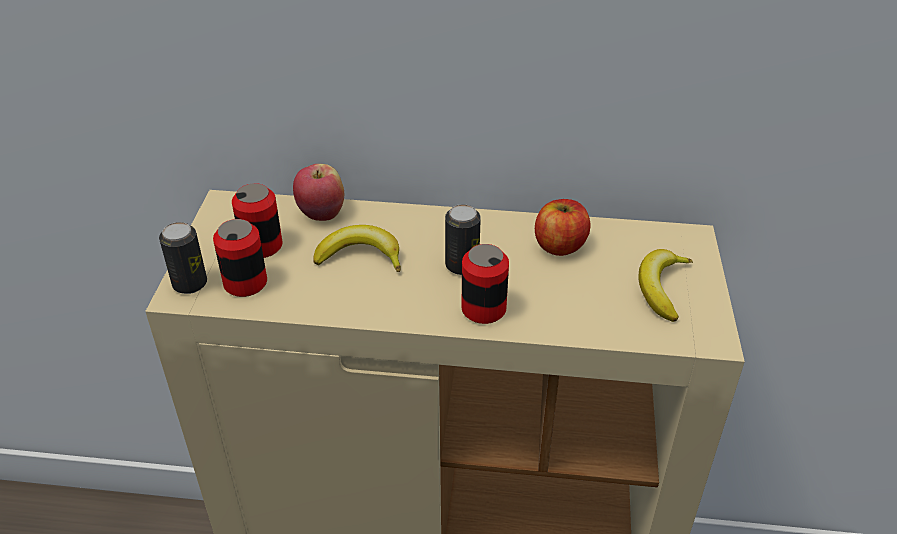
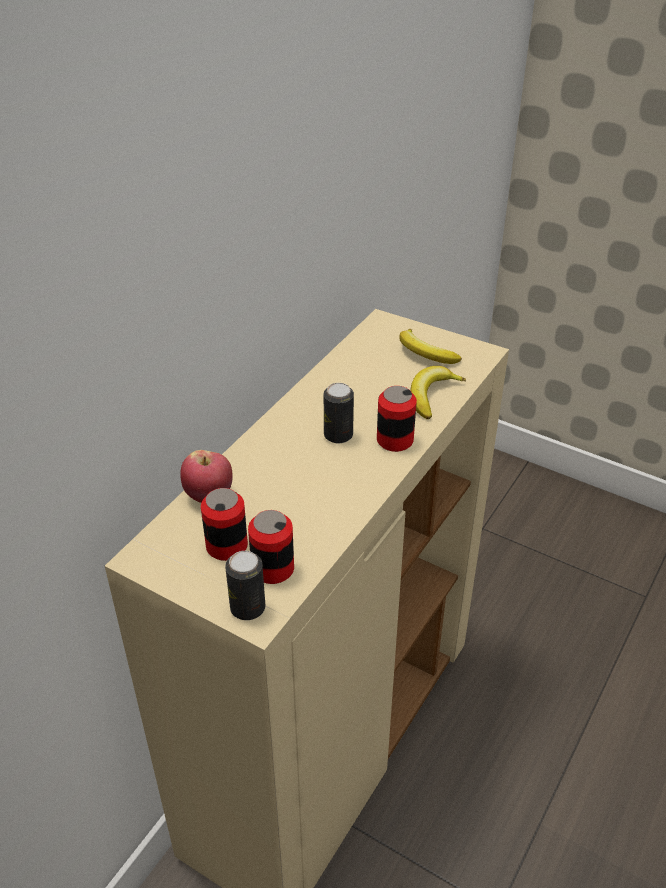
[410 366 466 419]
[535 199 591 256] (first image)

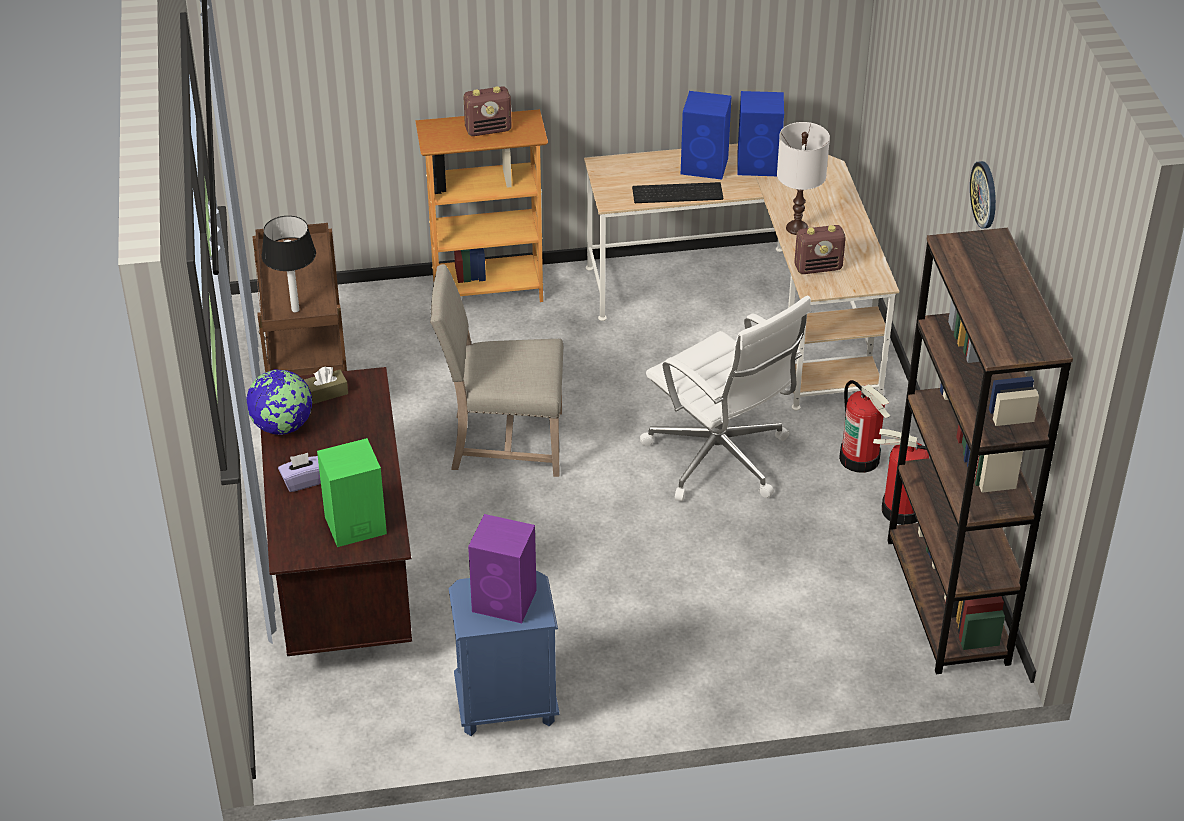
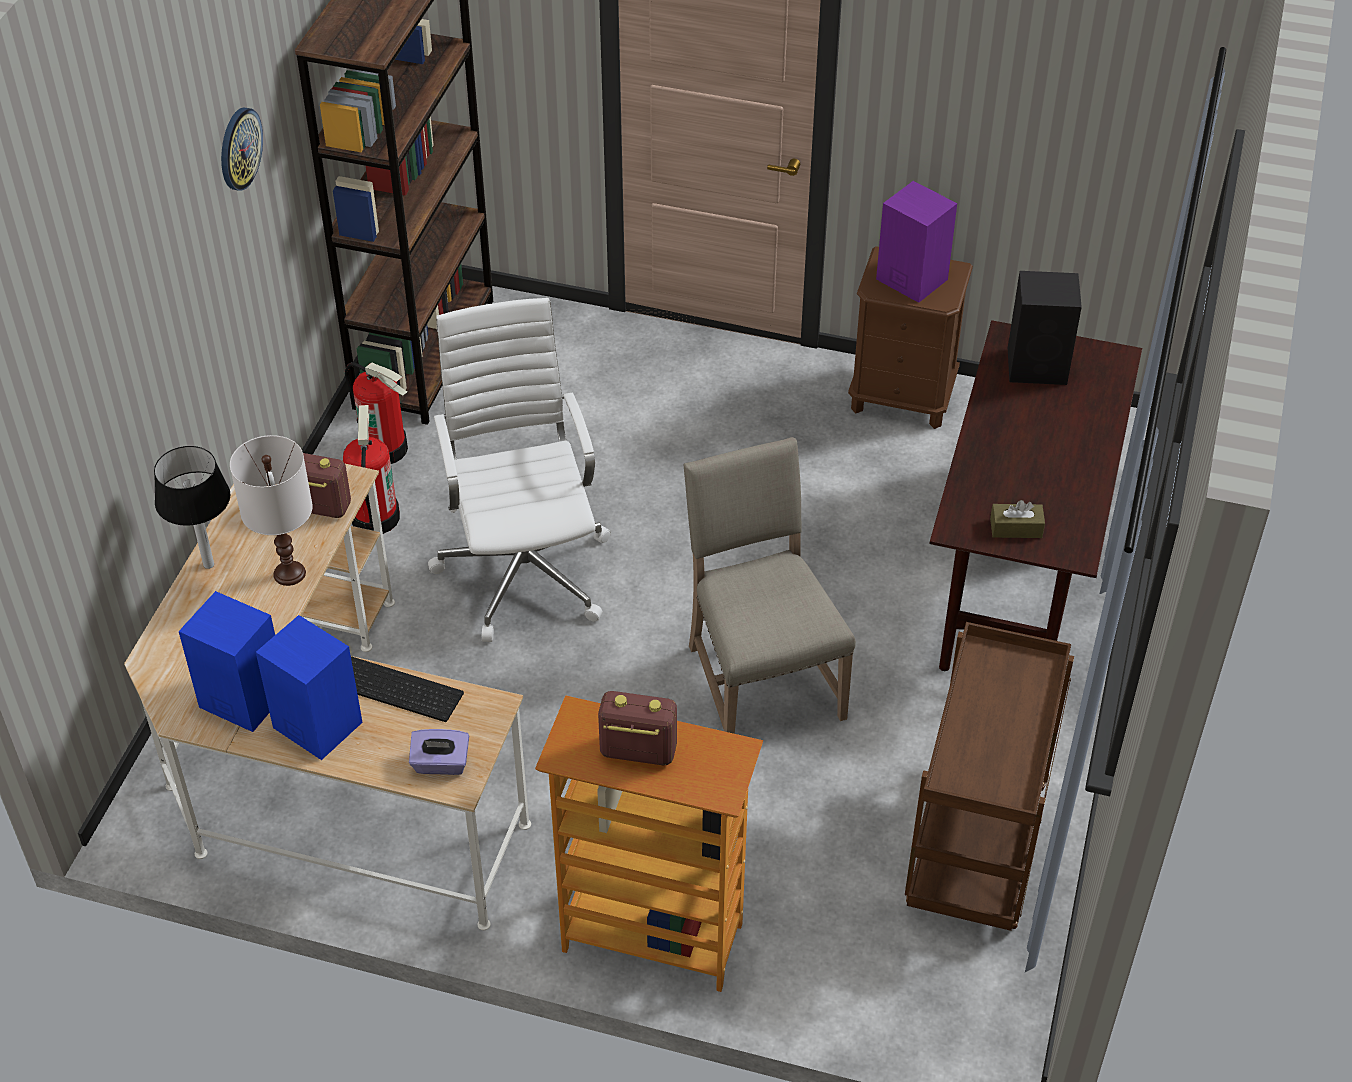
[154 446 230 569]
[409 729 469 775]
[683 437 856 734]
[848 246 973 429]
[1008 271 1082 385]
[246 369 313 435] (first image)

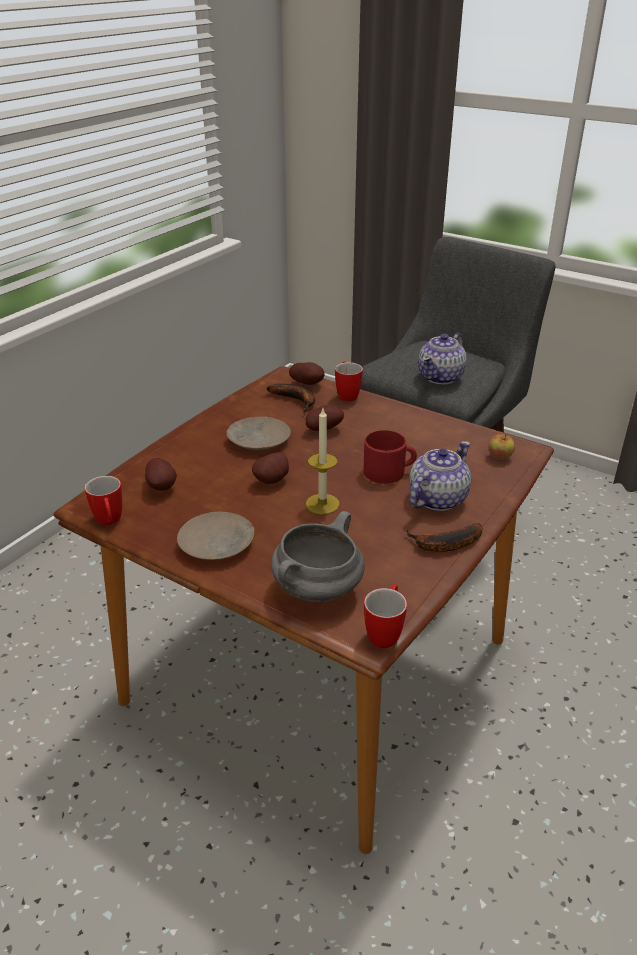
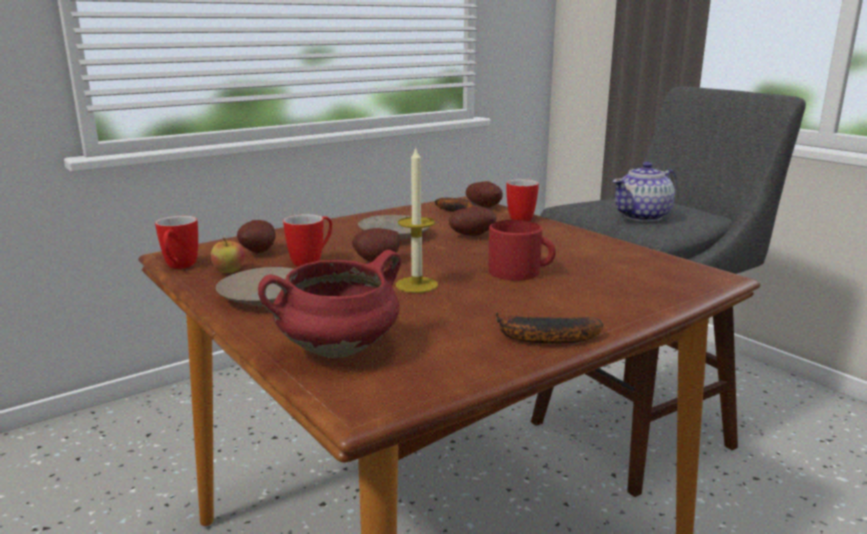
[211 237 245 273]
[258 250 401 358]
[283 214 332 267]
[409 441 471 511] (first image)

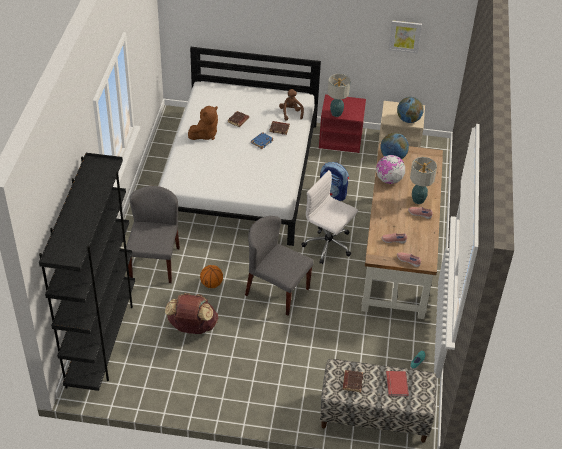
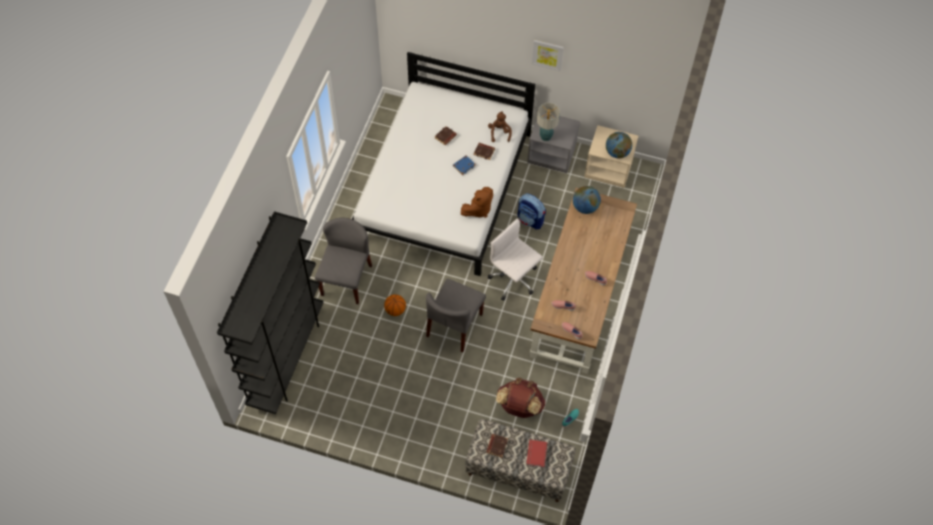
[426 279 486 352]
[461 187 493 218]
[496 378 545 418]
[527 113 580 173]
[532 40 564 71]
[376 155 405 184] (first image)
[410 157 437 204] (first image)

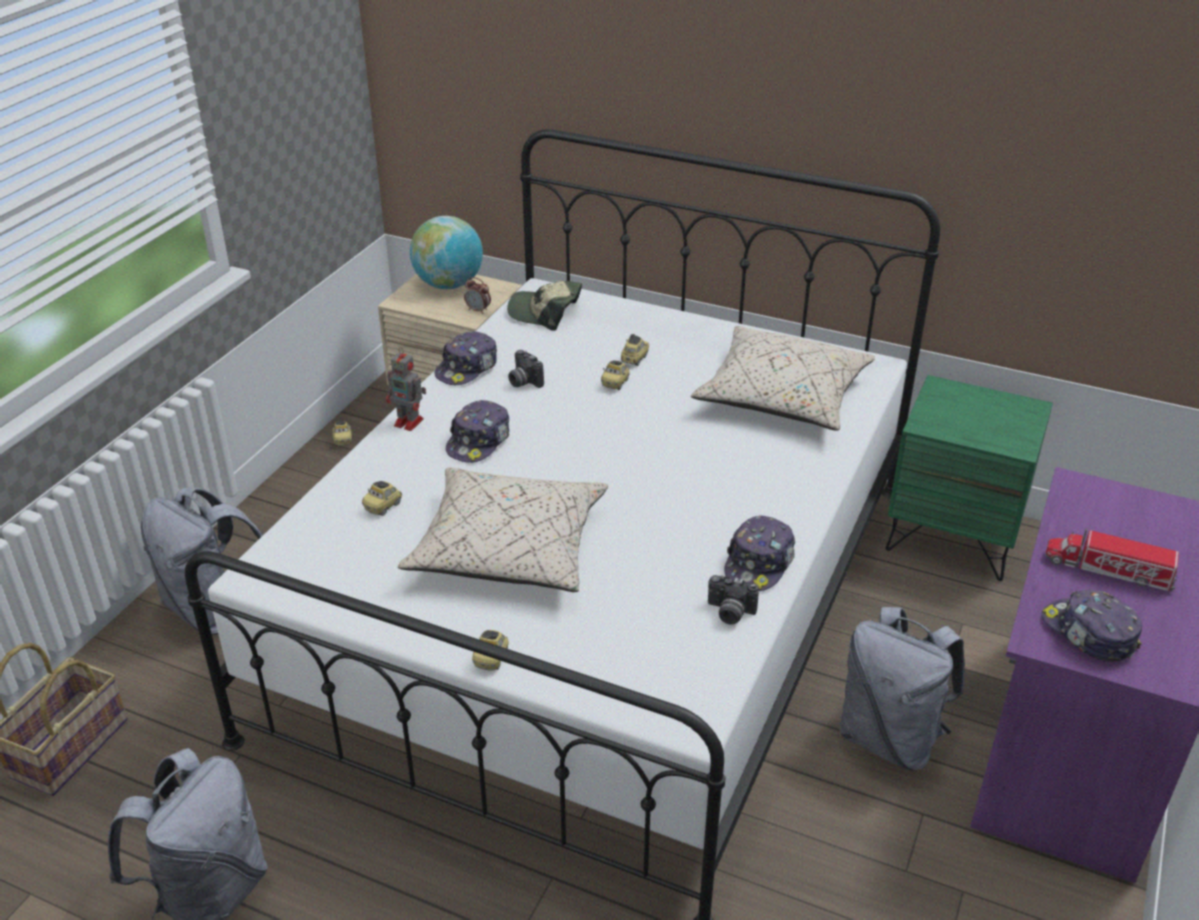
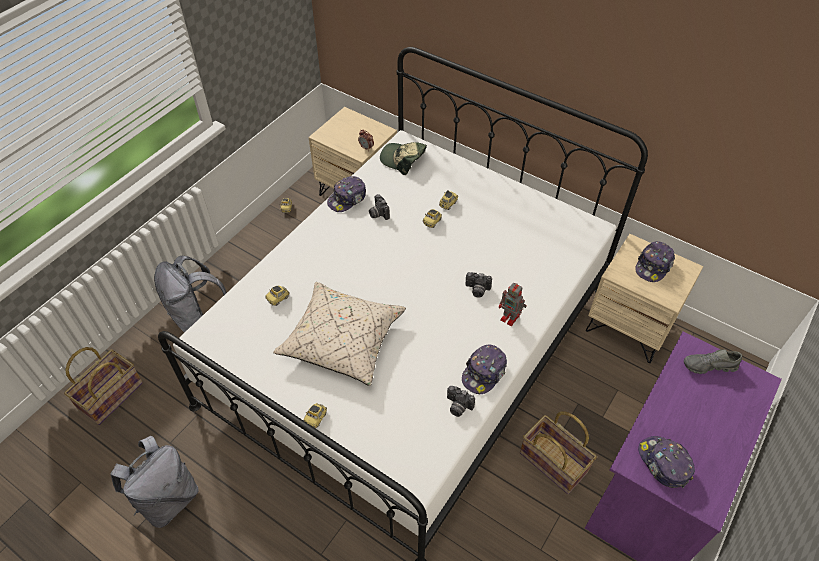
[465 272 492 298]
[499 283 527 326]
[520 411 597 494]
[586 234 703 363]
[635 241 675 282]
[684 349 742 374]
[410 216 483 289] (first image)
[691 326 875 431] (first image)
[1045 528 1179 591] (first image)

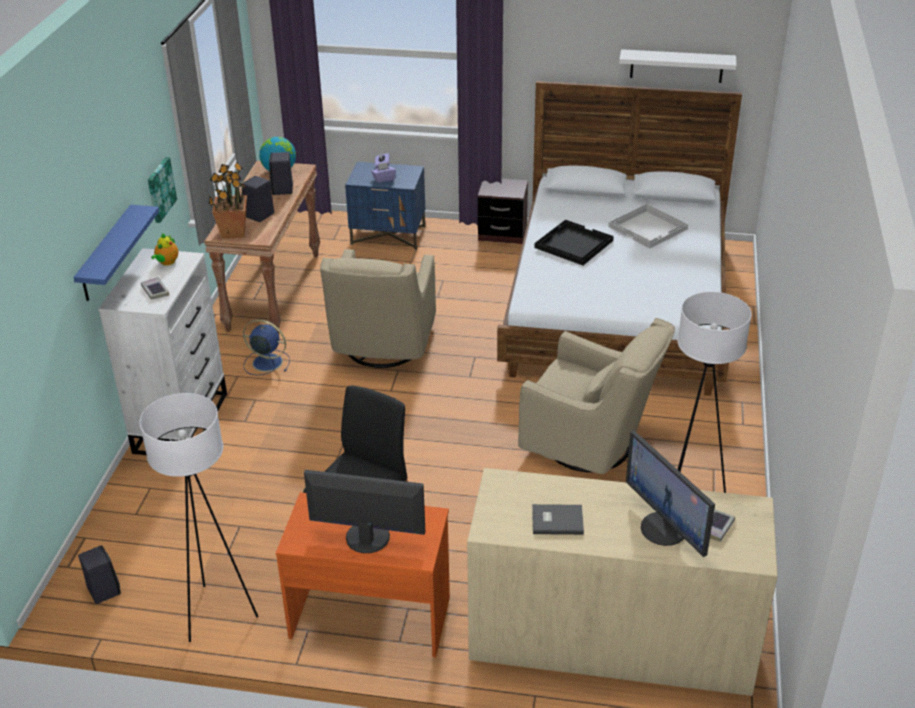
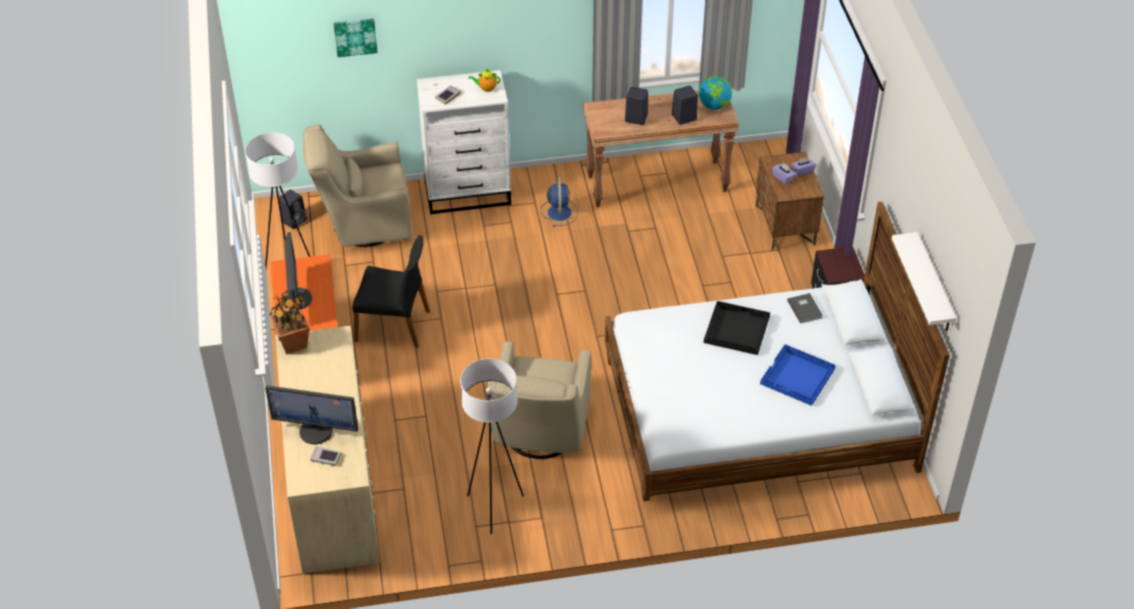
[265 385 358 444]
[270 291 309 354]
[303 124 412 247]
[333 19 378 57]
[756 152 824 251]
[760 344 836 406]
[787 293 823 323]
[73 205 159 301] (first image)

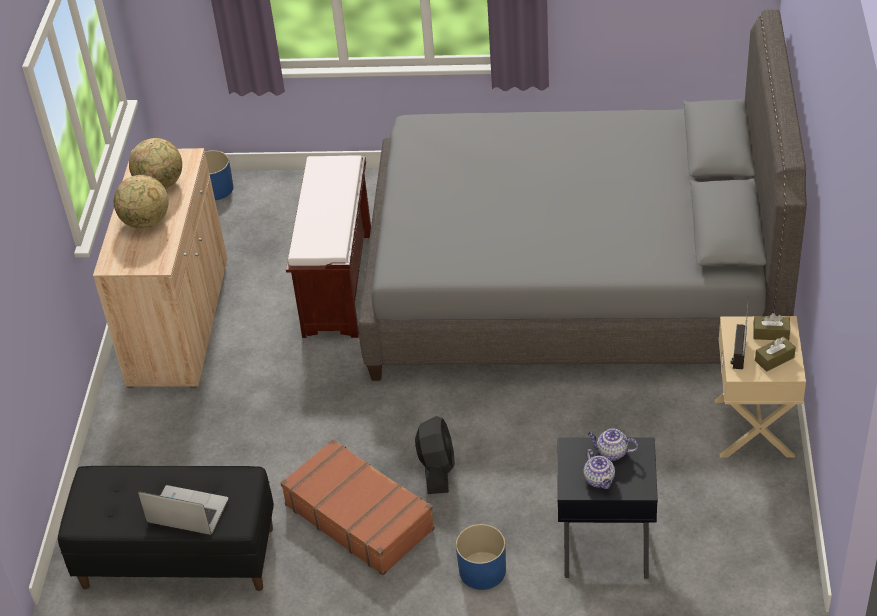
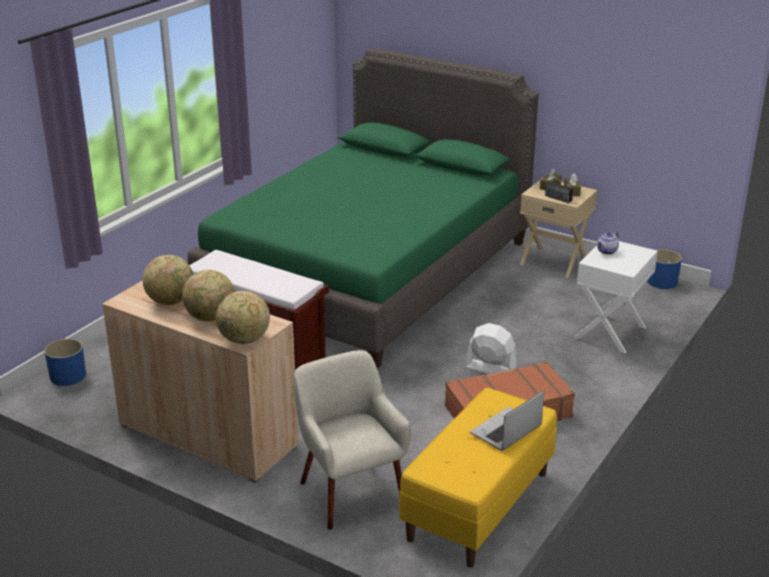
[188 48 539 369]
[216 291 270 344]
[294 350 411 530]
[399 387 557 568]
[464 323 517 374]
[573 241 658 353]
[647 249 682 289]
[583 449 615 489] (first image)

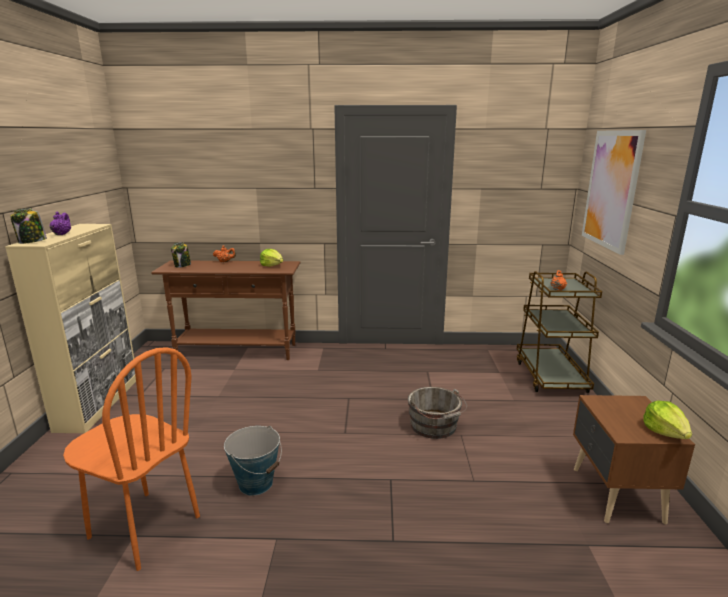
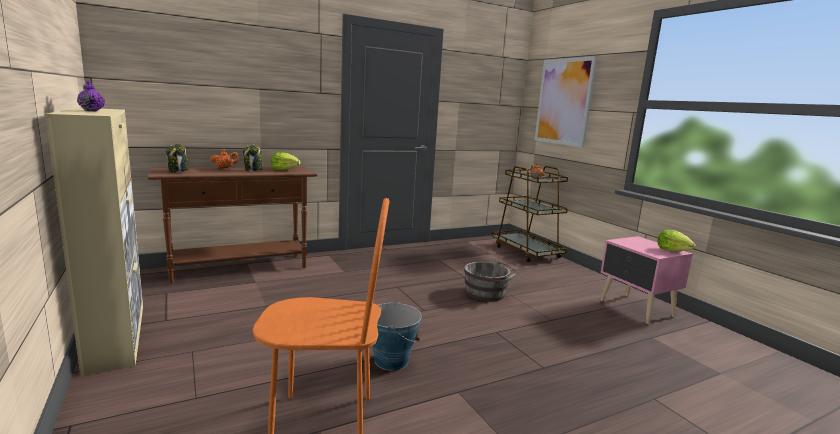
[243 145 263 171]
[600 236 693 324]

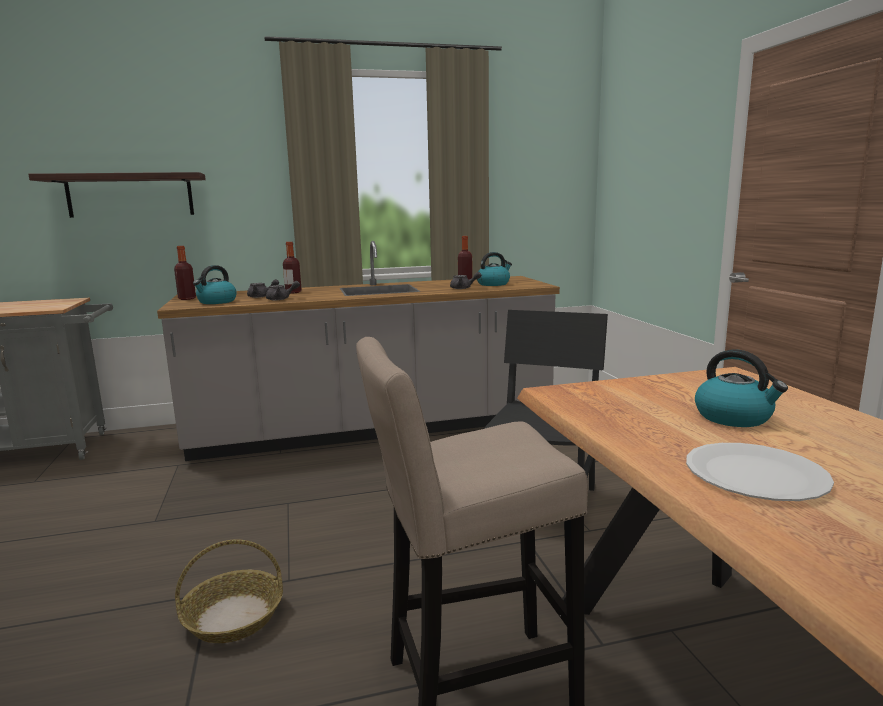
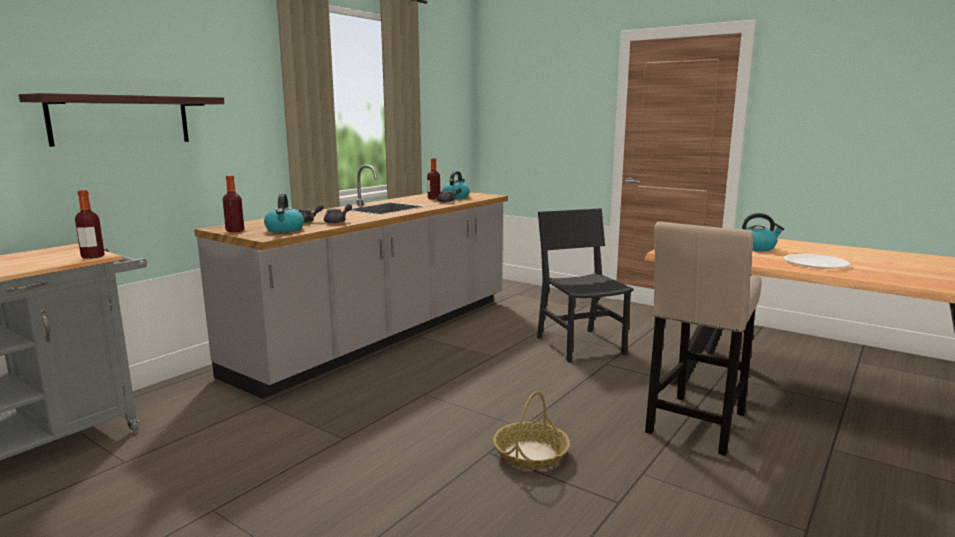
[75 190 105 259]

